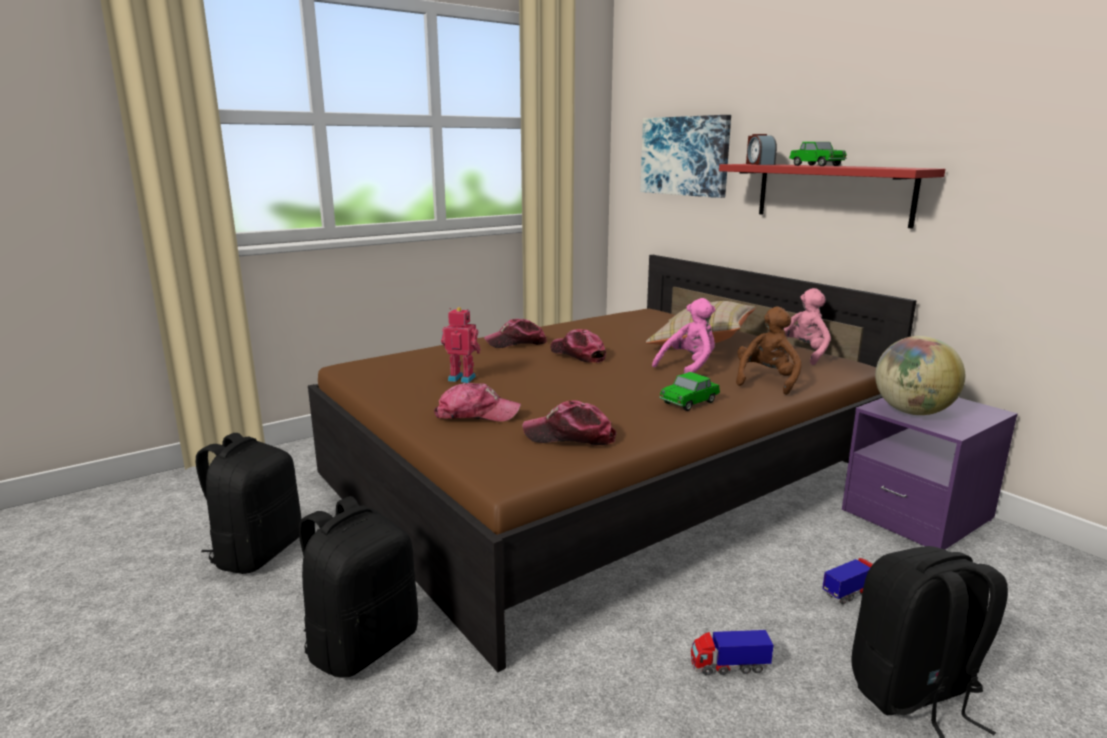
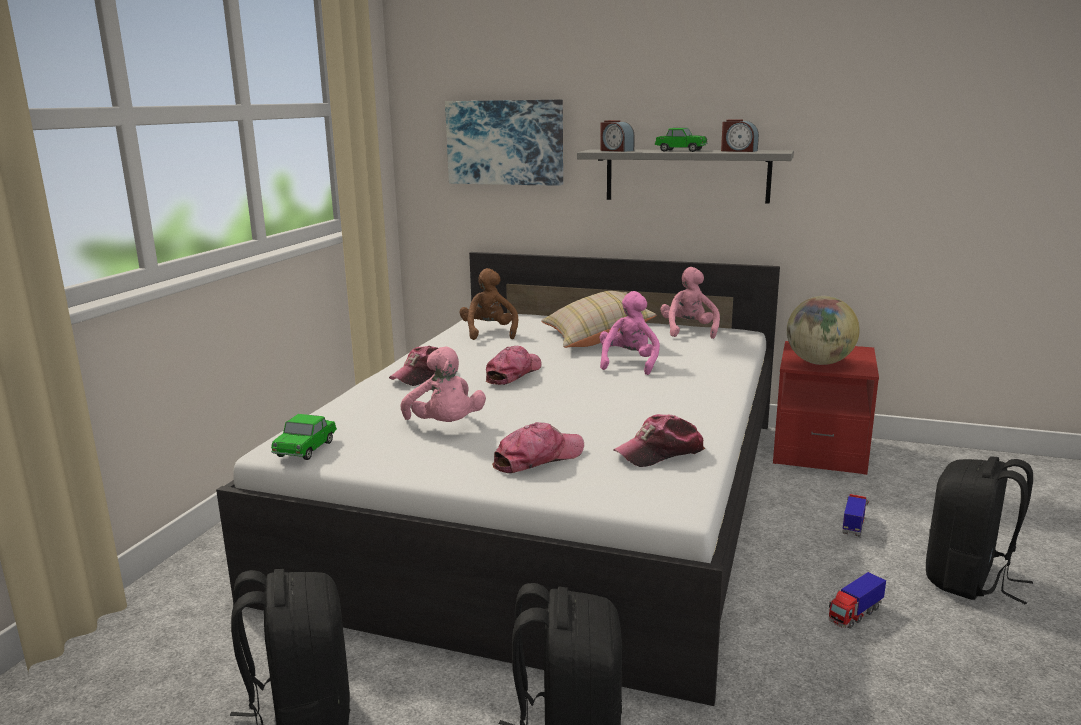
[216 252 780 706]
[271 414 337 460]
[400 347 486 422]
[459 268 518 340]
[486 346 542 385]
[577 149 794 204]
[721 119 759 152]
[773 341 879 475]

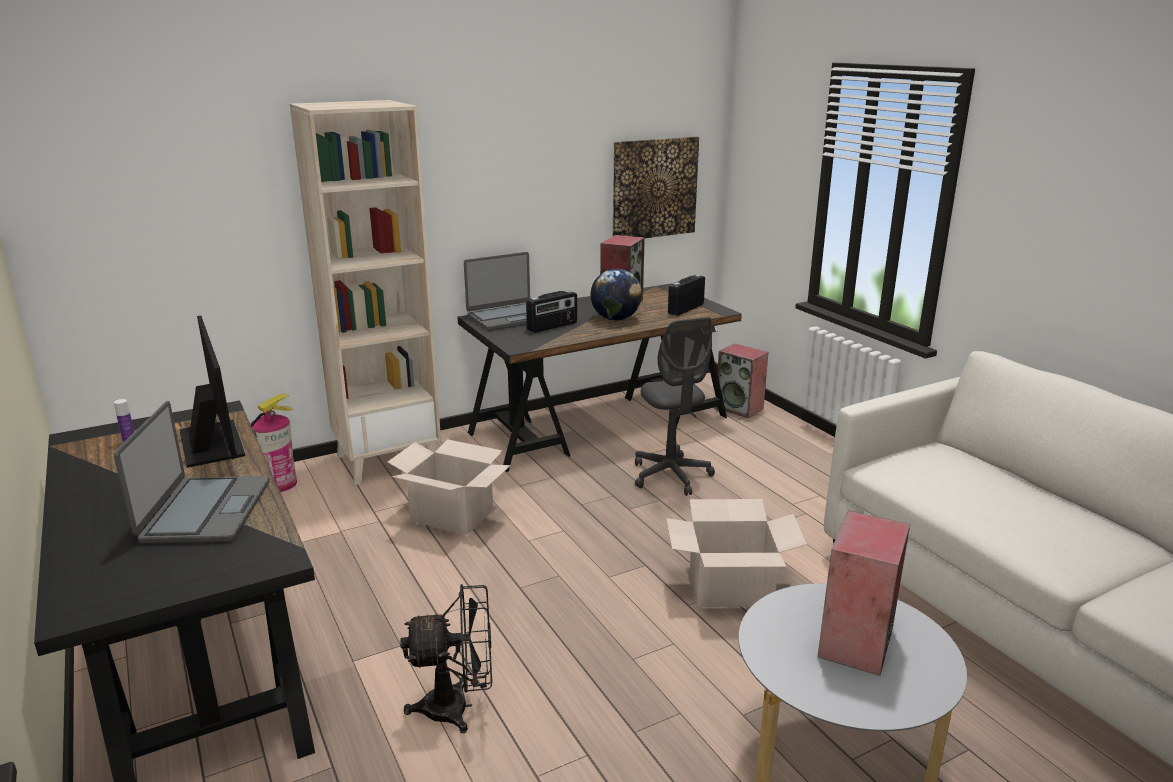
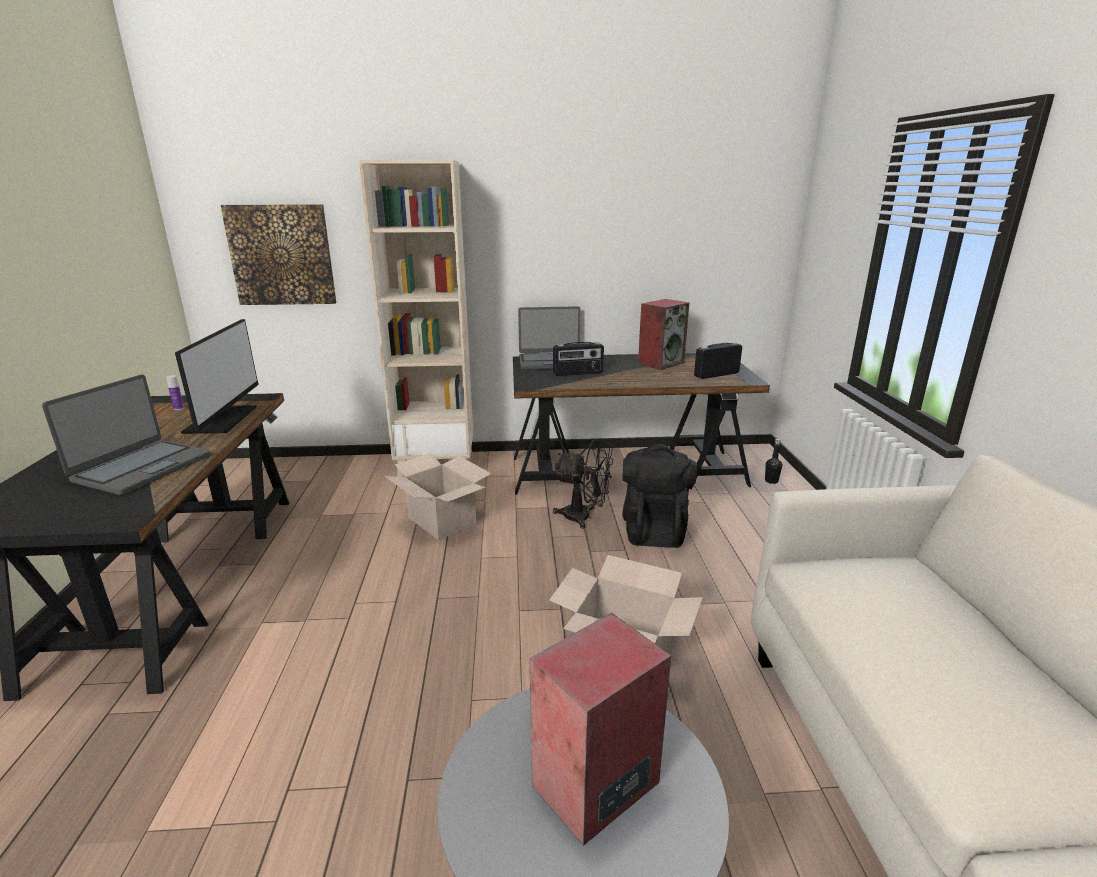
[221 204 336 305]
[553 439 613 529]
[622 444 697 548]
[765 439 782 484]
[251 393 297 492] (first image)
[591 269 642 321] (first image)

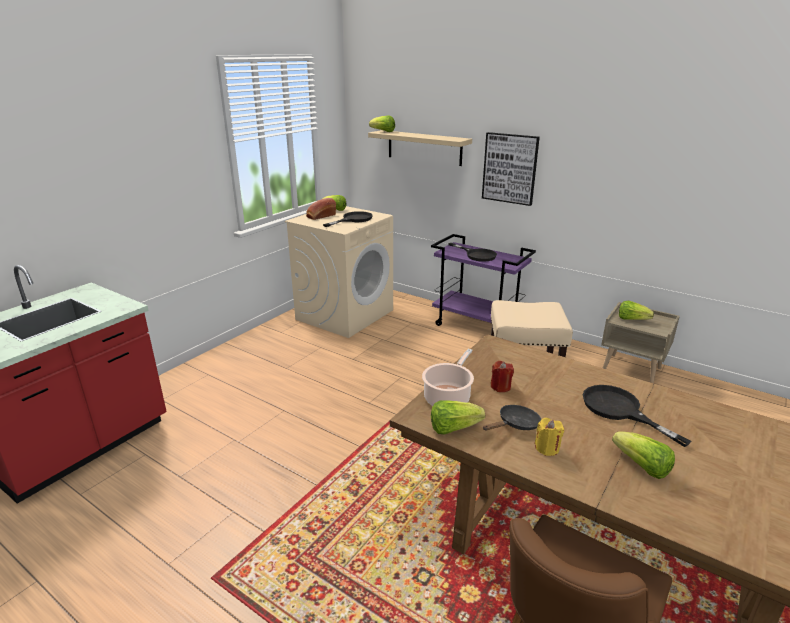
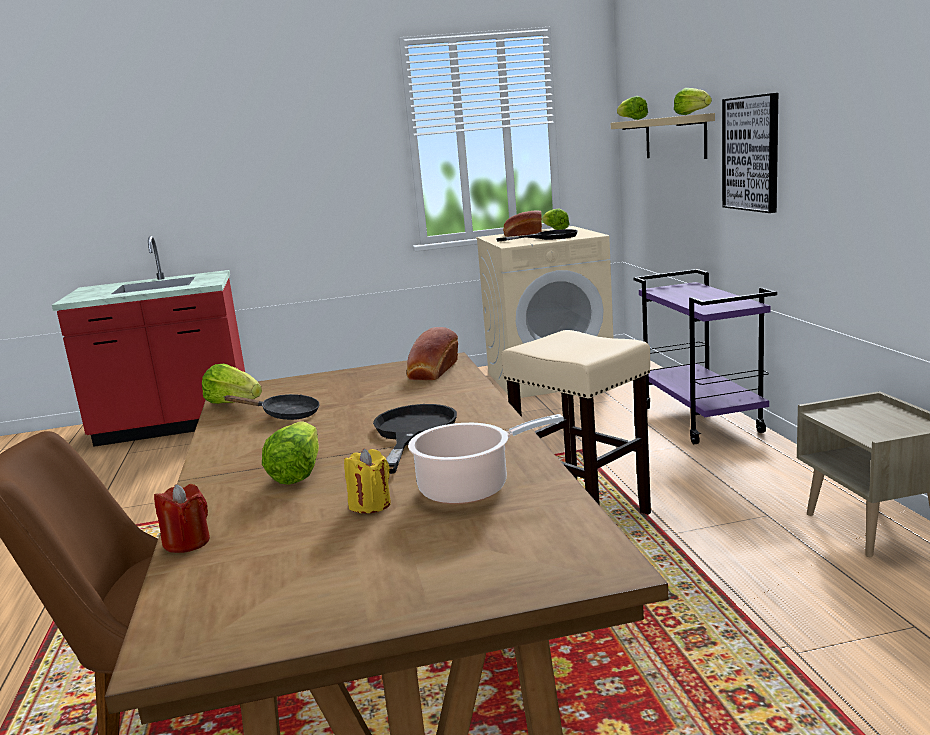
[154 484 210 553]
[344 449 391 513]
[407 327 458 380]
[408 414 564 504]
[674 88 712 115]
[448 243 497 262] (first image)

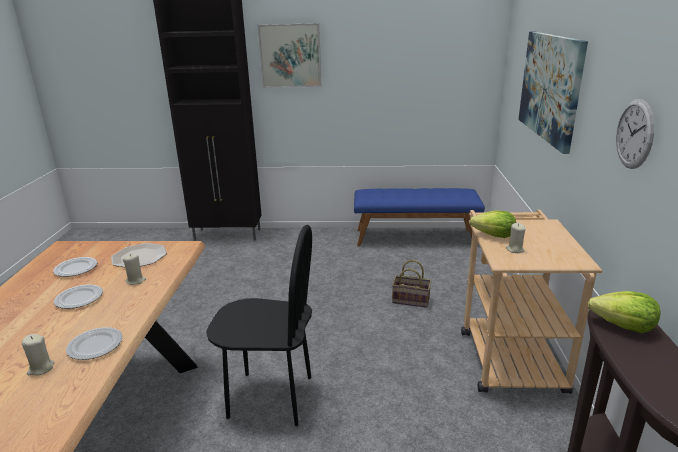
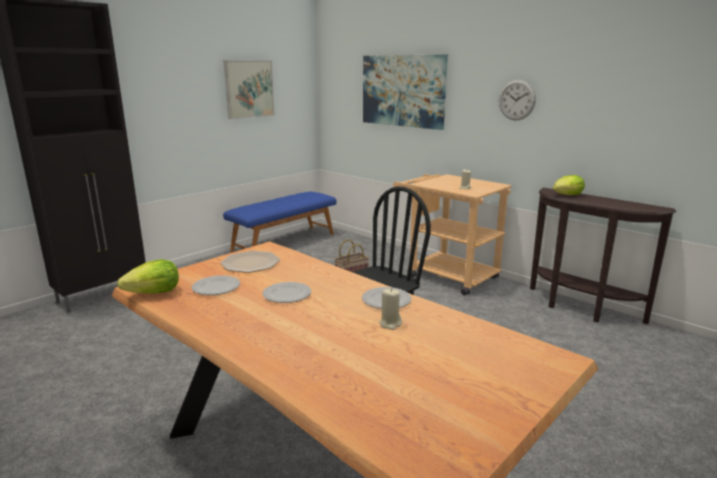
[117 259 179 294]
[223 60 275 119]
[123 254 146 285] (first image)

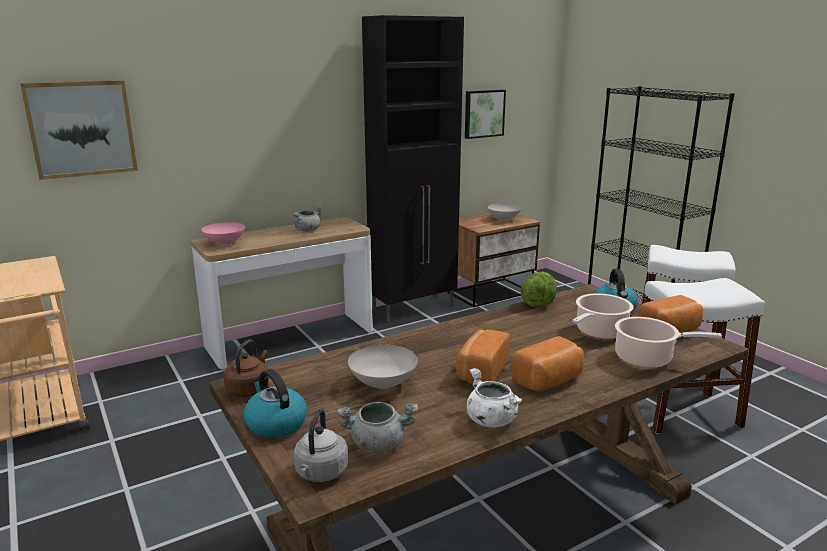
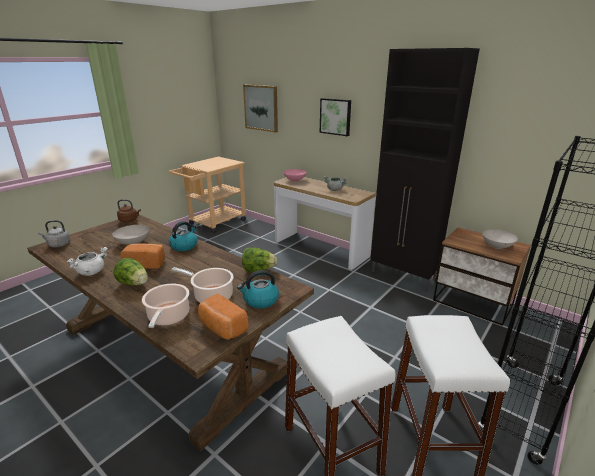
[113 257 148 286]
[169 221 197 251]
[320 98 351 136]
[337 402 418 453] (first image)

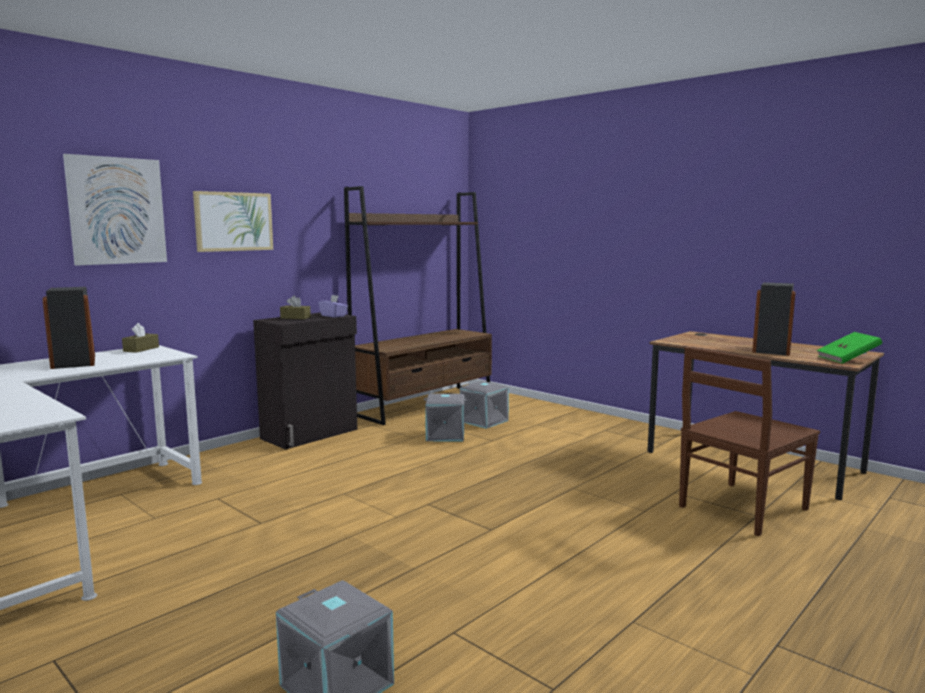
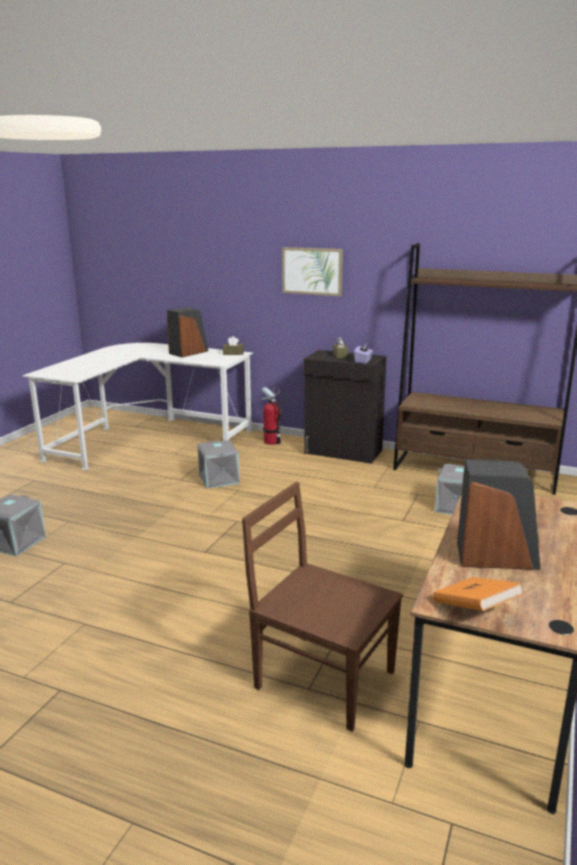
[197 440 240 489]
[261 387 282 445]
[433 577 524 611]
[63 154 167 266] (first image)

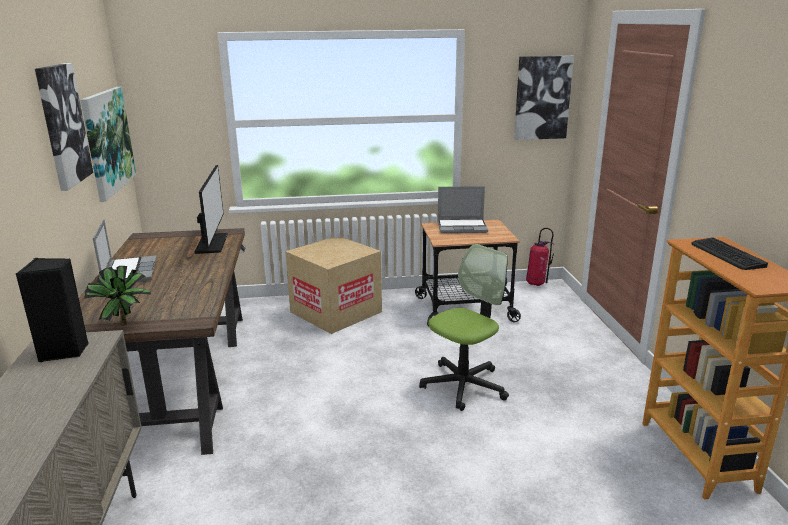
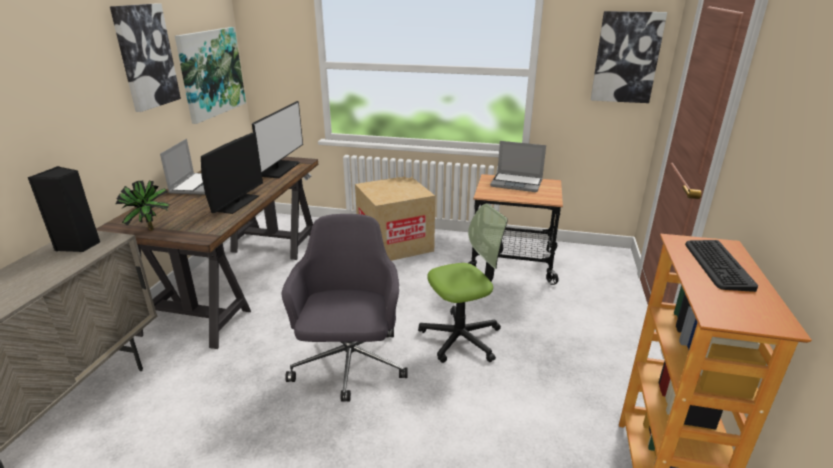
[201 132 263 214]
[281 214 407 402]
[526 228 555 286] (first image)

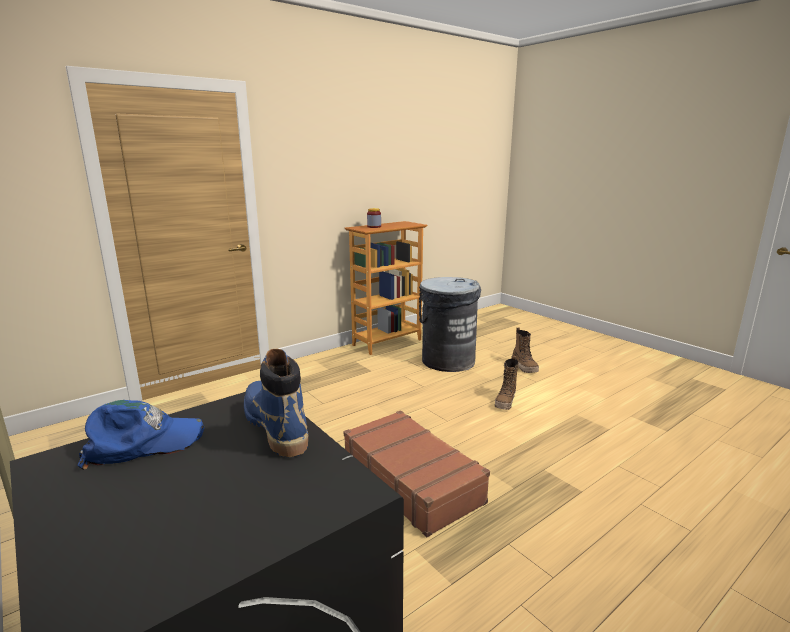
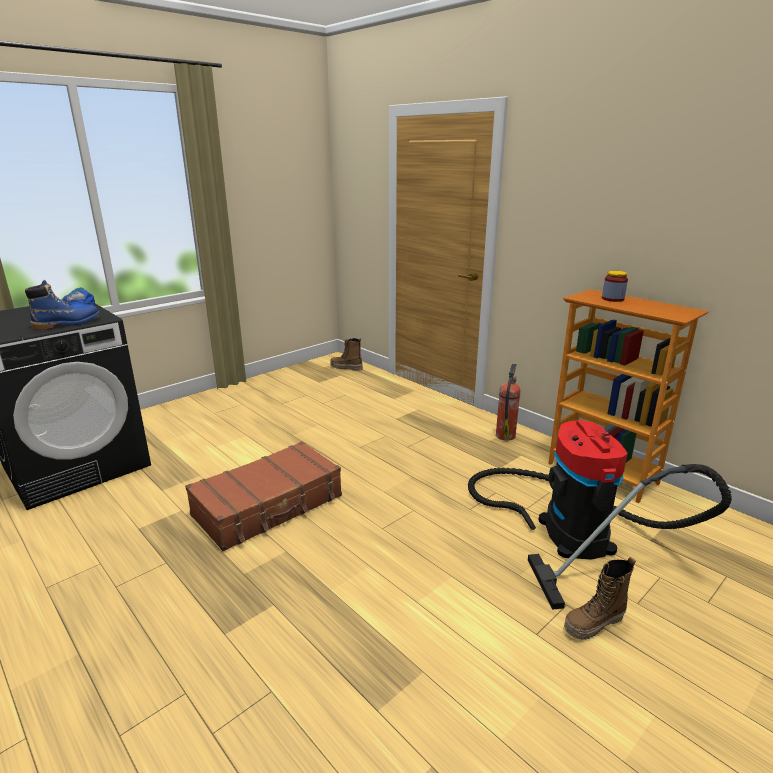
[330 338 363 371]
[468 420 732 610]
[496 364 520 441]

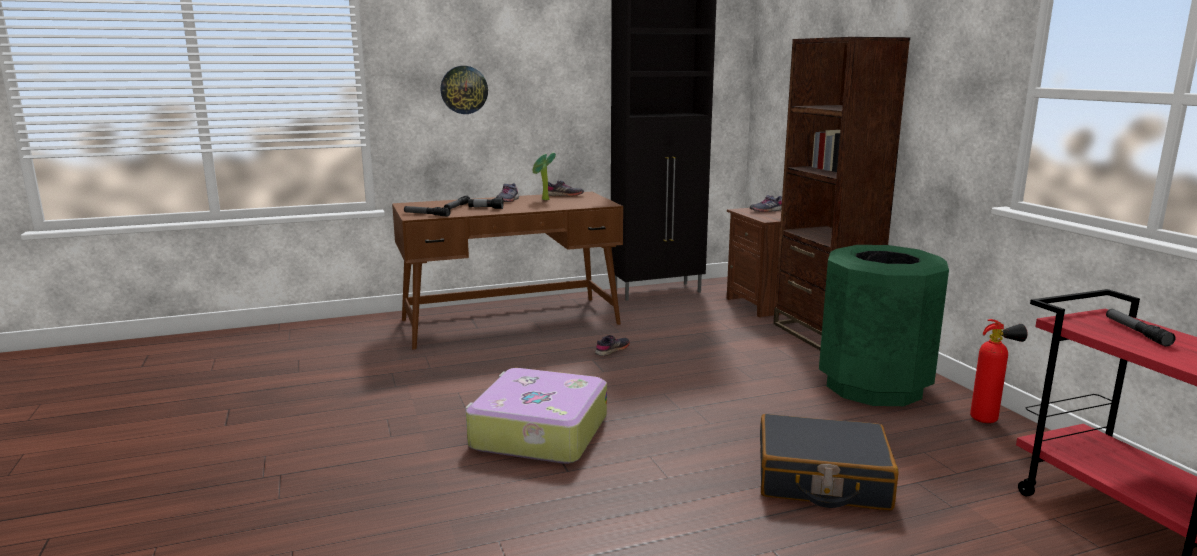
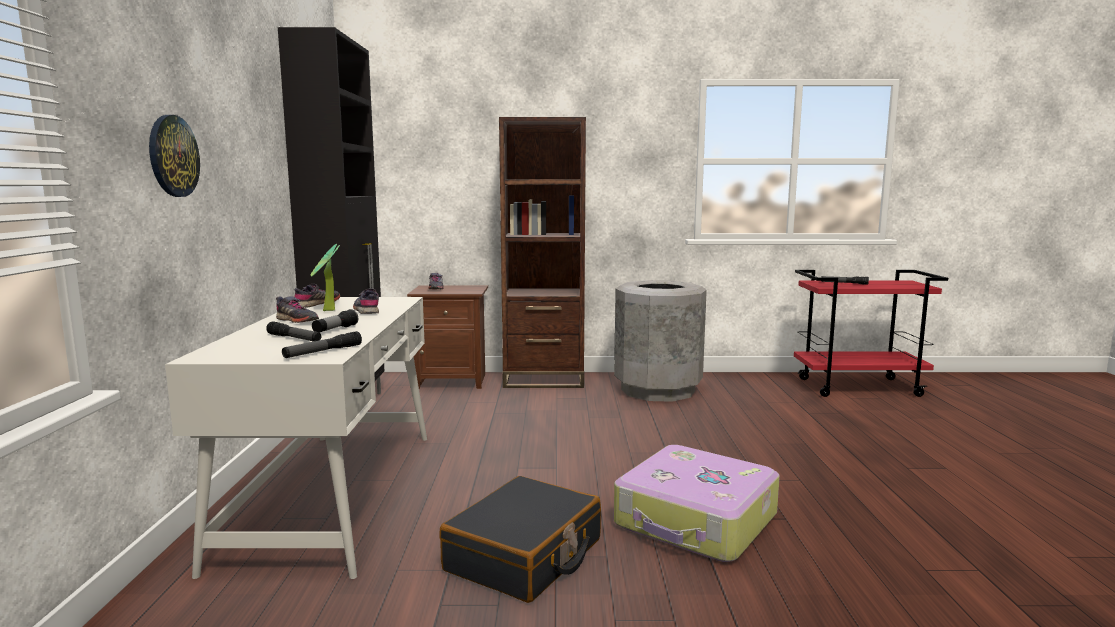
[165 297 427 579]
[353 288 379 314]
[439 476 601 603]
[614 280 707 402]
[970 319 1027 423] (first image)

